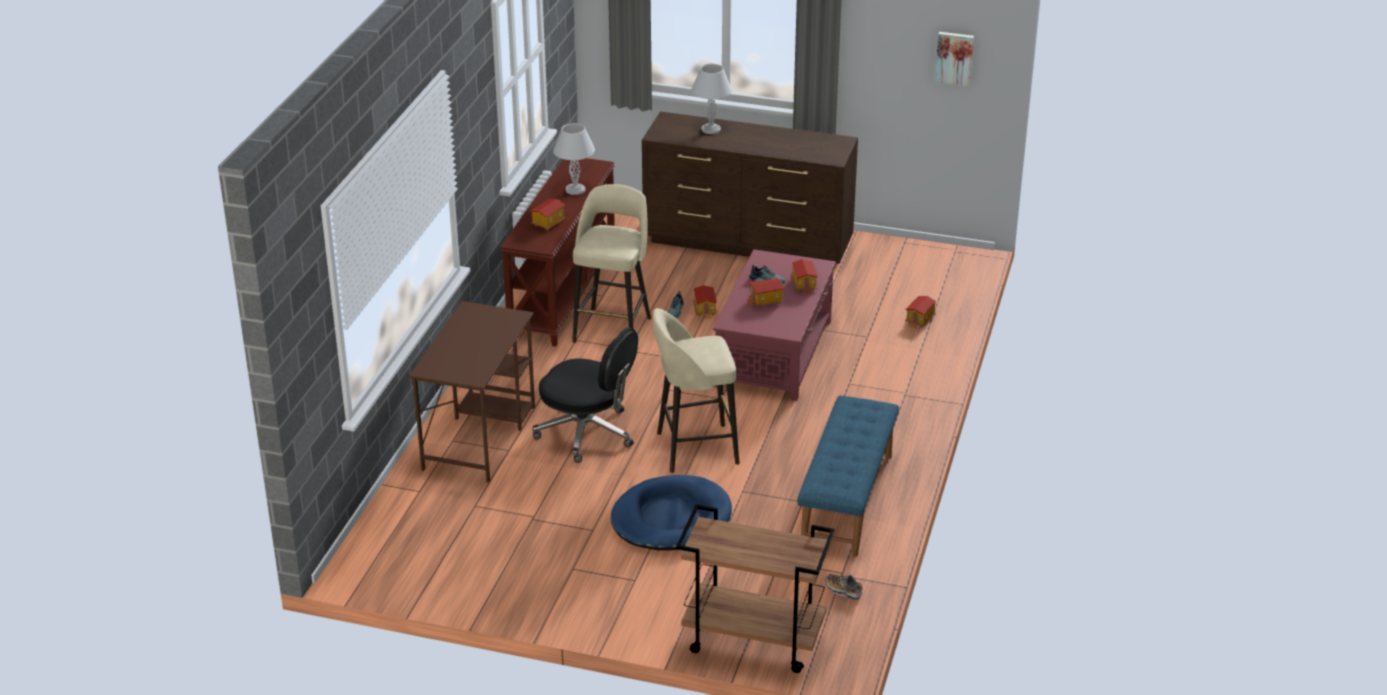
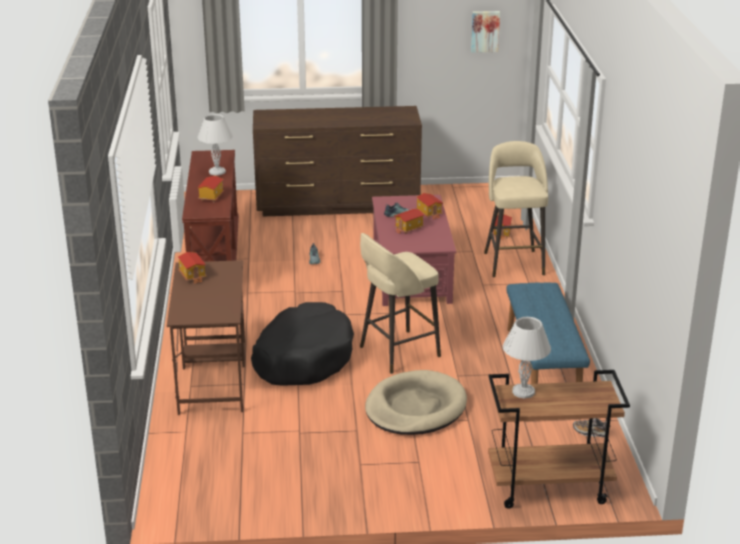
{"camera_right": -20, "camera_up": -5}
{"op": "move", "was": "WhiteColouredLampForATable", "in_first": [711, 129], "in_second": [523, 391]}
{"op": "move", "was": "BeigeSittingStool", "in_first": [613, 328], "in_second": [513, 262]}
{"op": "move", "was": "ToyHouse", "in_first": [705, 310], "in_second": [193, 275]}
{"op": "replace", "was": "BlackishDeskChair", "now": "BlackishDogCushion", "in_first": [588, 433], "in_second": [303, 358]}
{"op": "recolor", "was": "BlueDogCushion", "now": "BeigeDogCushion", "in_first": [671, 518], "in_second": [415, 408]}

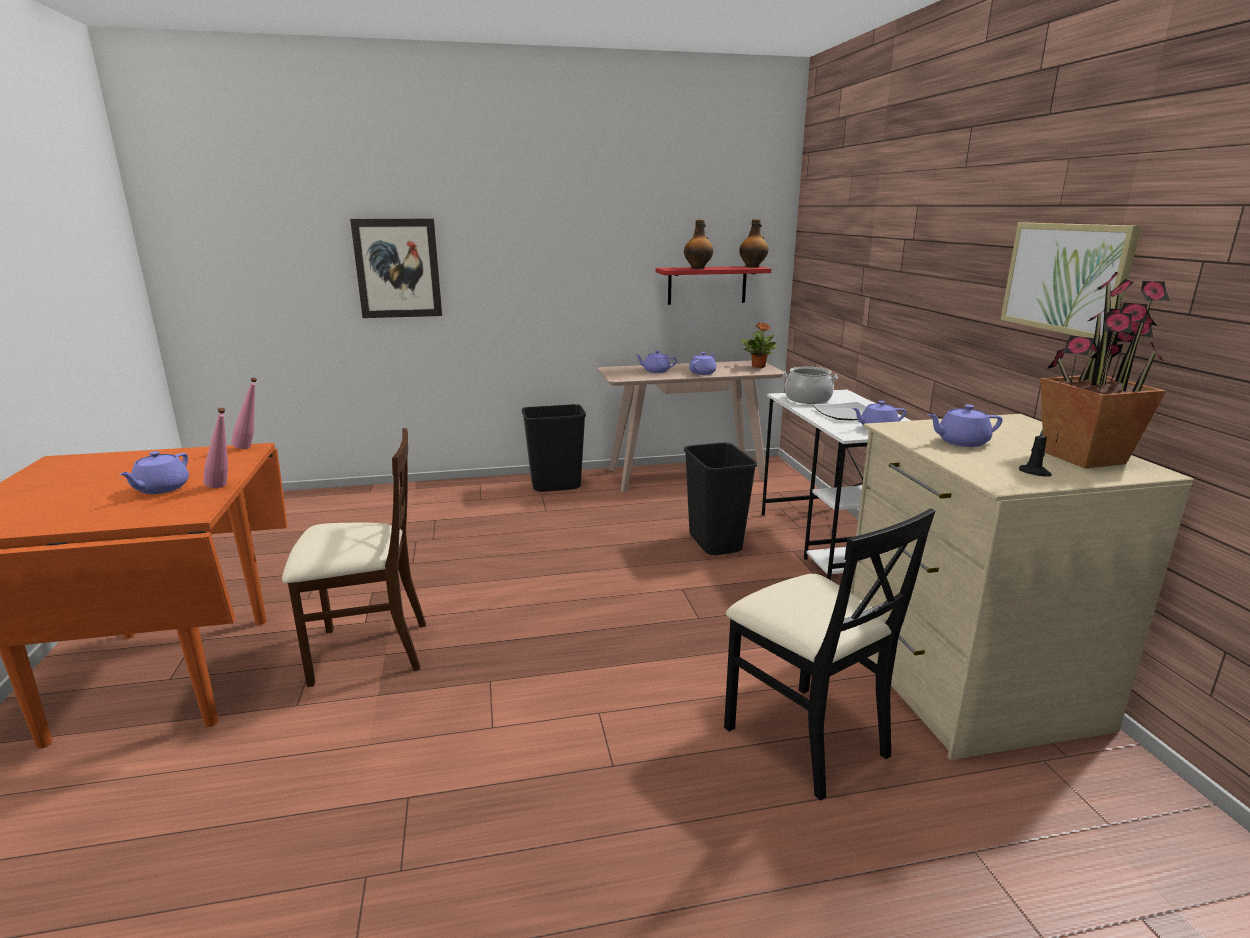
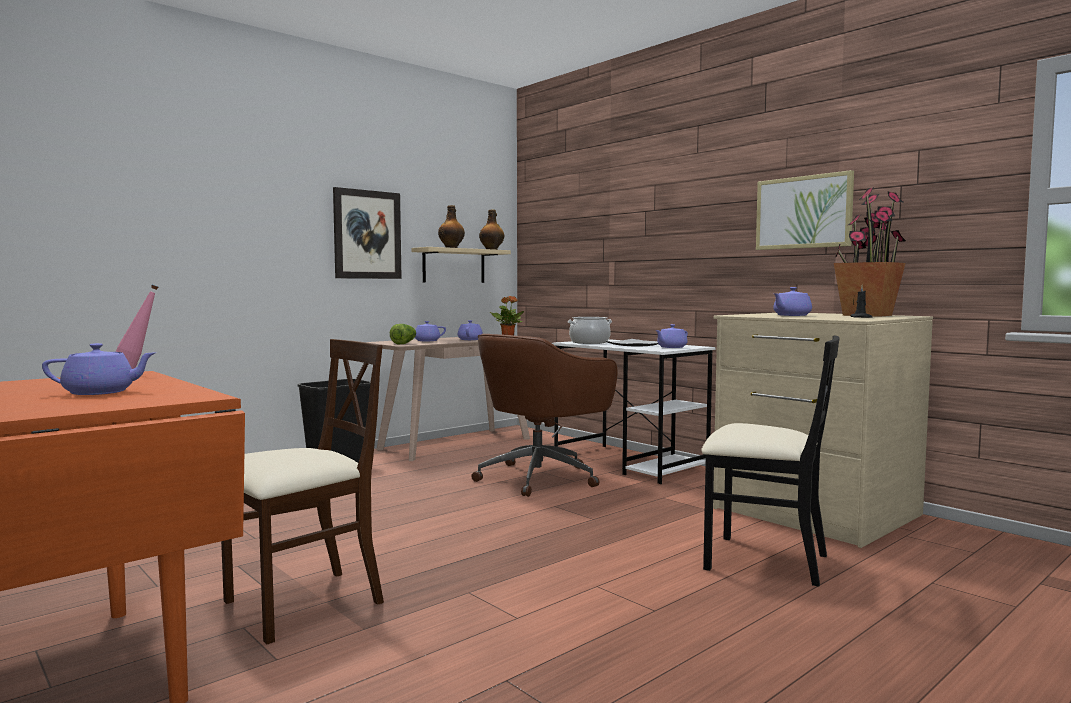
{"camera_right": -30, "camera_up": -15}
{"op": "move", "was": "Picture", "in_first": [398, 268], "in_second": [367, 234]}
{"op": "recolor", "was": "RedBracketShelf", "now": "BeigeBracketShelf", "in_first": [707, 285], "in_second": [454, 266]}
{"op": "delete", "was": "PinkDrinkBottle", "in_first": [224, 487]}
{"op": "replace", "was": "BlackishRubbishBin", "now": "BrownishDeskChair", "in_first": [714, 543], "in_second": [541, 477]}
{"op": "rotate", "was": "PurplishTeaPot", "in_first": [161, 489], "in_second": [101, 392], "clockwise": -90}
{"op": "insert", "now": "Lettuce", "in_second": [404, 343]}

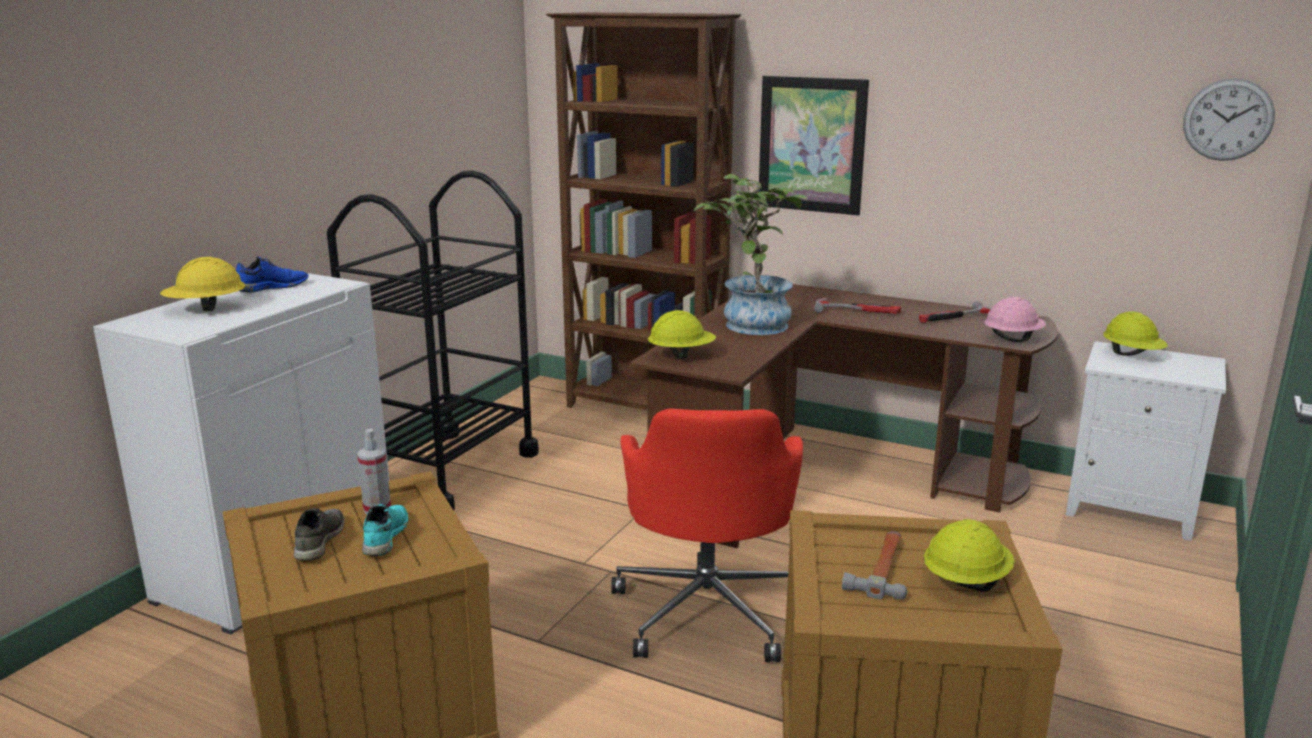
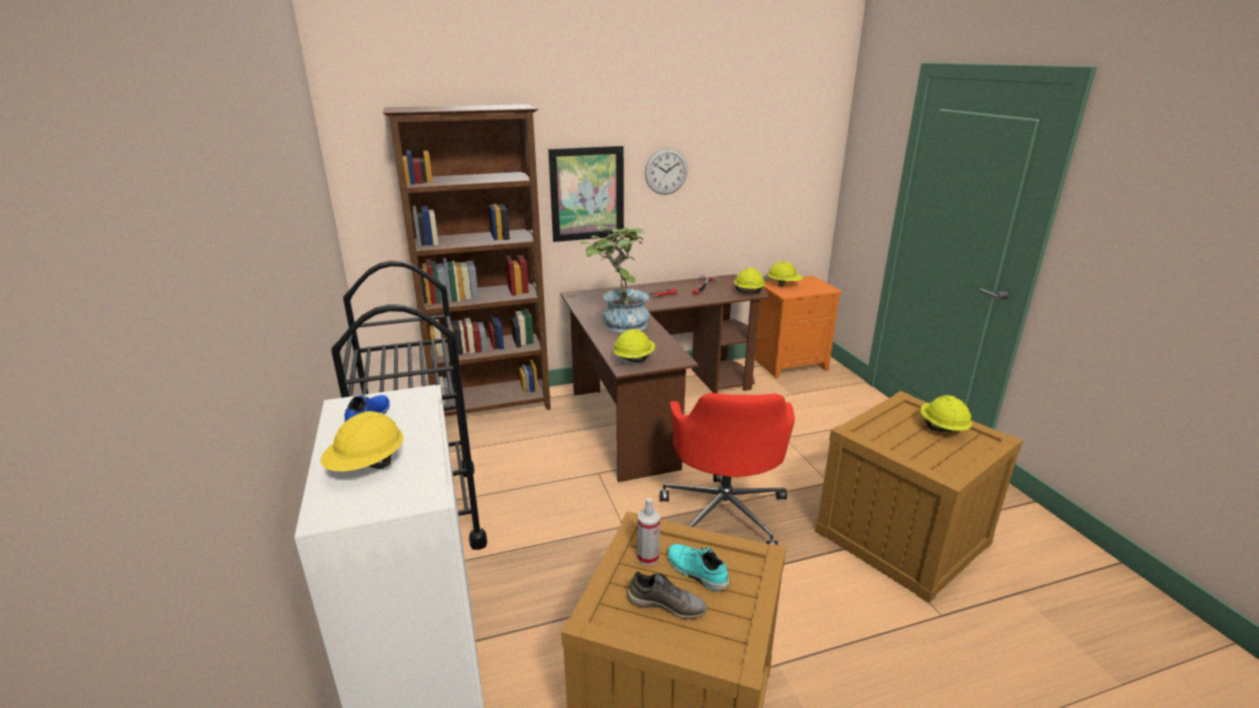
{"camera_right": -45, "camera_up": 5}
{"op": "move", "was": "WallClock", "in_first": [1228, 119], "in_second": [666, 171]}
{"op": "recolor", "was": "PinkHardHat", "now": "YellowColouredHardHat", "in_first": [1012, 339], "in_second": [748, 292]}
{"op": "recolor", "was": "WhiteColouredNightTable", "now": "OrangeyNightTable", "in_first": [1132, 508], "in_second": [790, 364]}
{"op": "rotate", "was": "RedDeskChair", "in_first": [708, 608], "in_second": [724, 512], "clockwise": 45}
{"op": "rotate", "was": "GreyShoe", "in_first": [318, 542], "in_second": [667, 604], "clockwise": 150}
{"op": "delete", "was": "HandHammer", "in_first": [882, 568]}

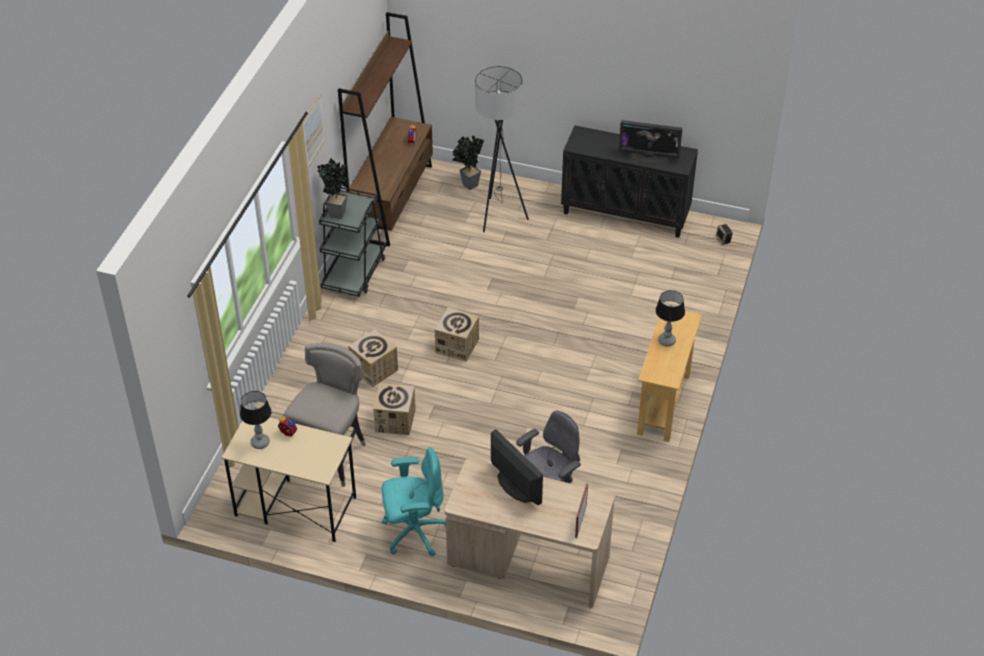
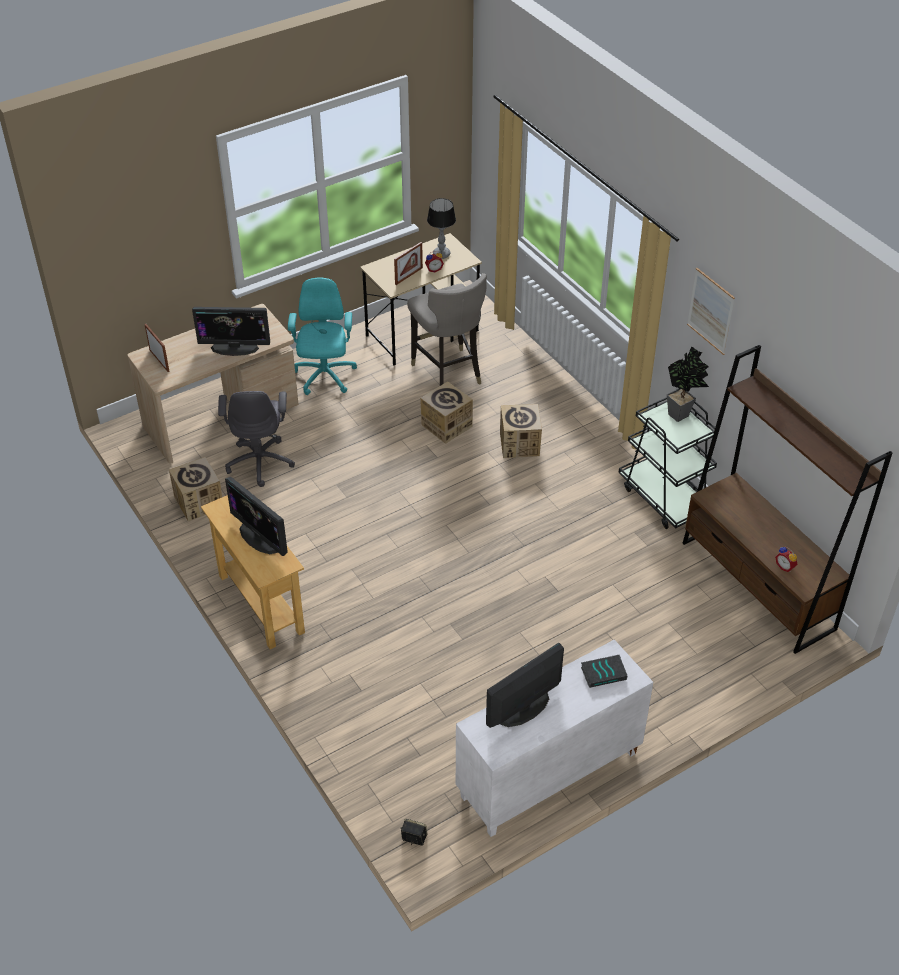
{"camera_right": 130, "camera_up": 0}
{"op": "delete", "was": "GreyStandardLamp", "in_first": [498, 214]}
{"op": "recolor", "was": "BlackishCupboard", "now": "WhiteColouredCupboard", "in_first": [626, 214], "in_second": [548, 776]}
{"op": "delete", "was": "Houseplant", "in_first": [467, 185]}
{"op": "replace", "was": "LampForATable", "now": "ComputerScreen", "in_first": [666, 340], "in_second": [260, 537]}
{"op": "move", "was": "PackingBox", "in_first": [457, 346], "in_second": [199, 502]}
{"op": "rotate", "was": "TurquoiseDeskChair", "in_first": [414, 532], "in_second": [324, 377], "clockwise": 150}
{"op": "insert", "now": "StandingFrame", "in_second": [408, 276]}
{"op": "insert", "now": "Book", "in_second": [603, 672]}

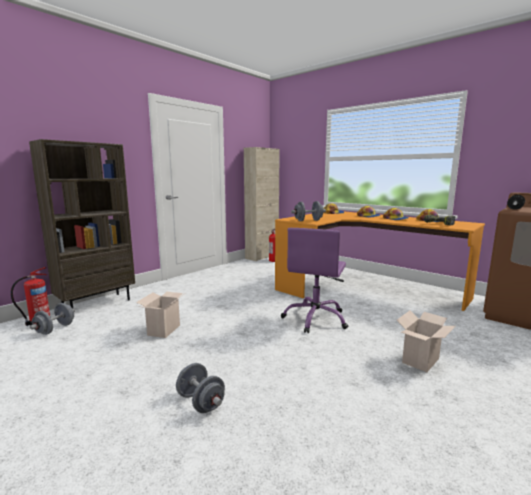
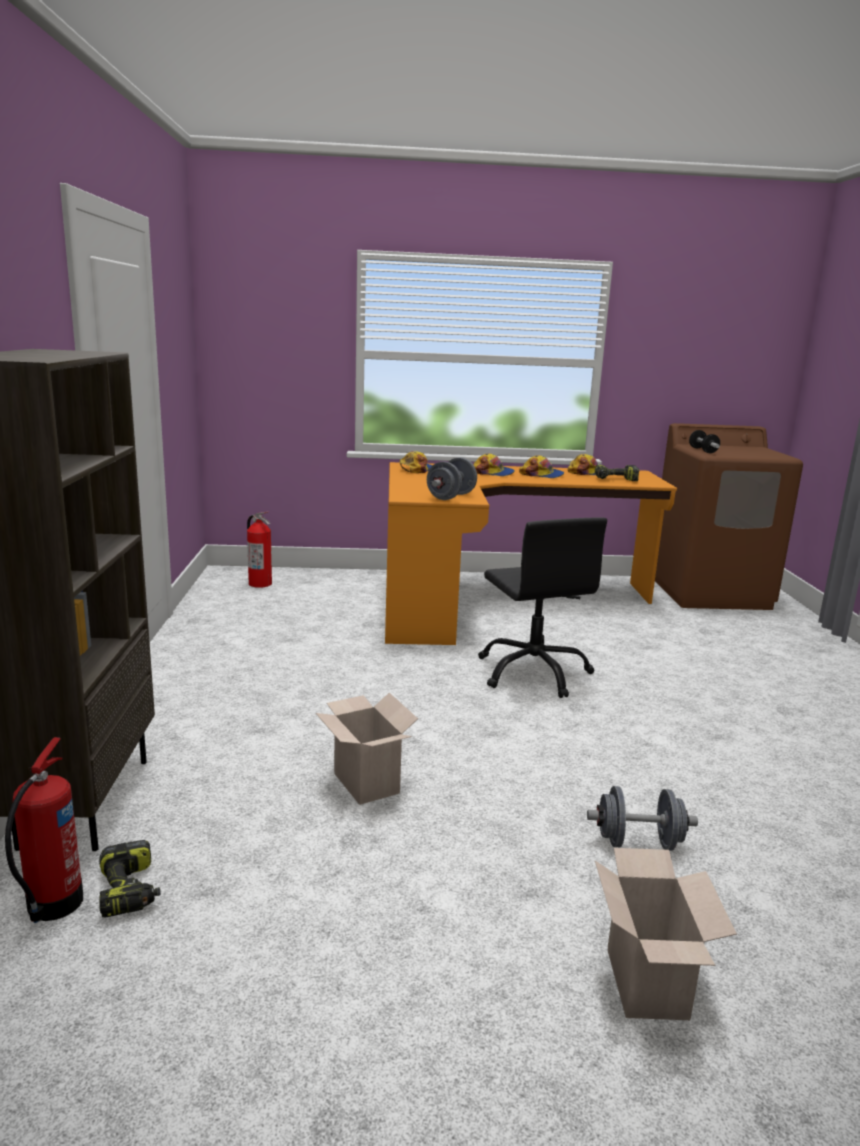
{"camera_right": -45, "camera_up": 5}
{"op": "delete", "was": "BeigeCupboard", "in_first": [262, 256]}
{"op": "recolor", "was": "PurplishDeskChair", "now": "BlackishDeskChair", "in_first": [315, 318], "in_second": [534, 672]}
{"op": "replace", "was": "GreyHandWeight", "now": "ElectricDrill", "in_first": [55, 329], "in_second": [130, 891]}
{"op": "move", "was": "PackingBox", "in_first": [421, 361], "in_second": [650, 986]}

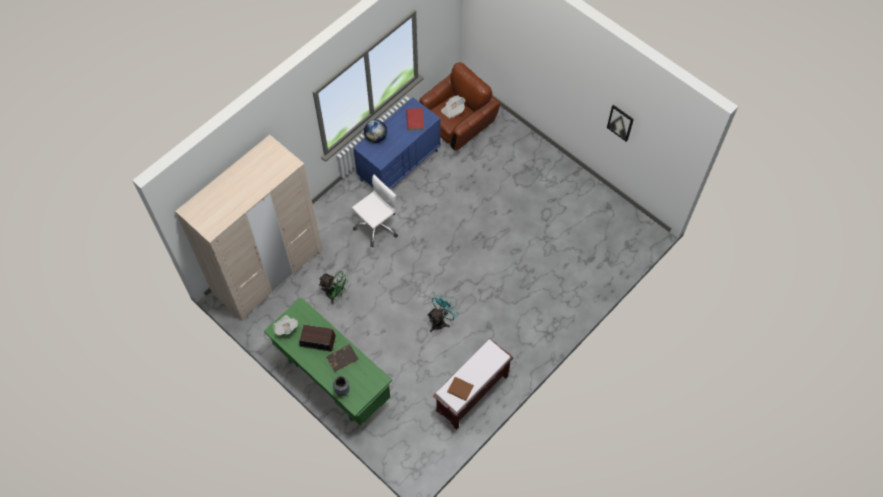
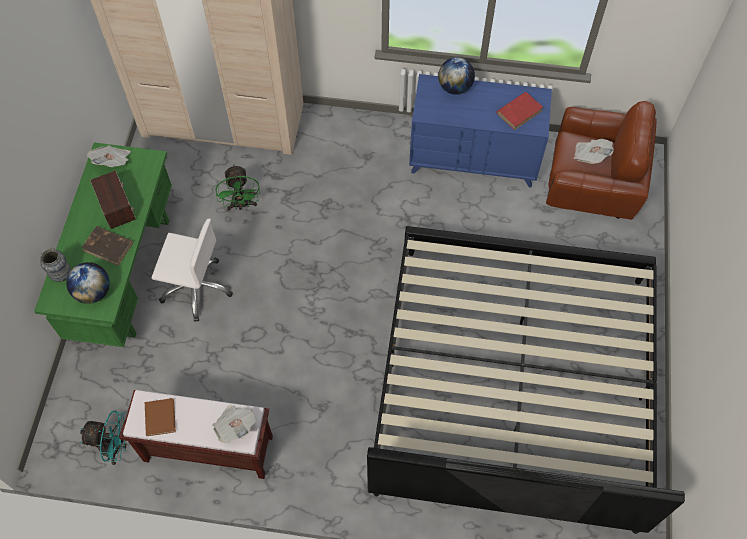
{"camera_right": 55, "camera_up": 0}
{"op": "delete", "was": "Picture", "in_first": [620, 122]}
{"op": "move", "was": "WhiteColouredDeskChair", "in_first": [376, 226], "in_second": [196, 288]}
{"op": "move", "was": "TurquoiseFan", "in_first": [441, 321], "in_second": [116, 448]}
{"op": "insert", "now": "BedroomBed", "in_second": [514, 382]}
{"op": "insert", "now": "DeskGlobe", "in_second": [93, 292]}
{"op": "insert", "now": "DailyPaper", "in_second": [235, 426]}

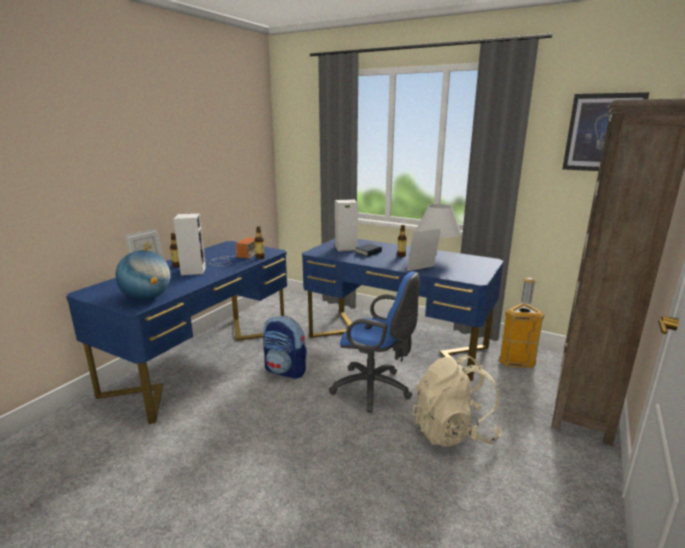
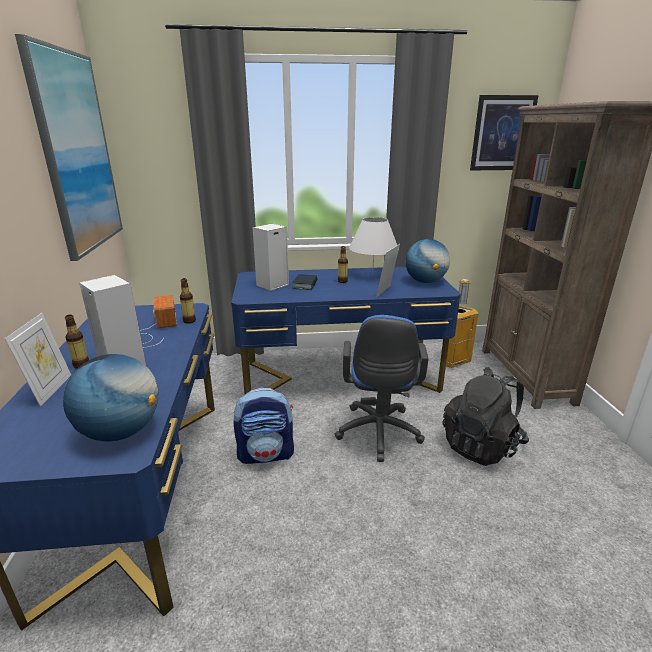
{"camera_right": -35, "camera_up": 5}
{"op": "rotate", "was": "BlueDeskChair", "in_first": [375, 389], "in_second": [378, 435], "clockwise": 105}
{"op": "recolor", "was": "BeigeKnapsack", "now": "BlackishKnapsack", "in_first": [453, 431], "in_second": [482, 445]}
{"op": "insert", "now": "Picture", "in_second": [77, 153]}
{"op": "insert", "now": "DeskGlobe", "in_second": [425, 281]}

